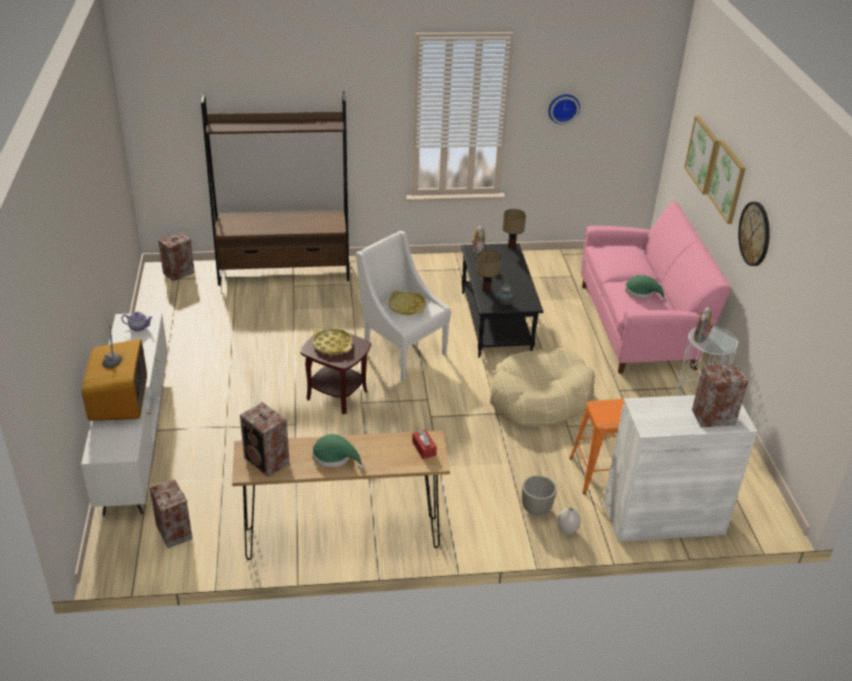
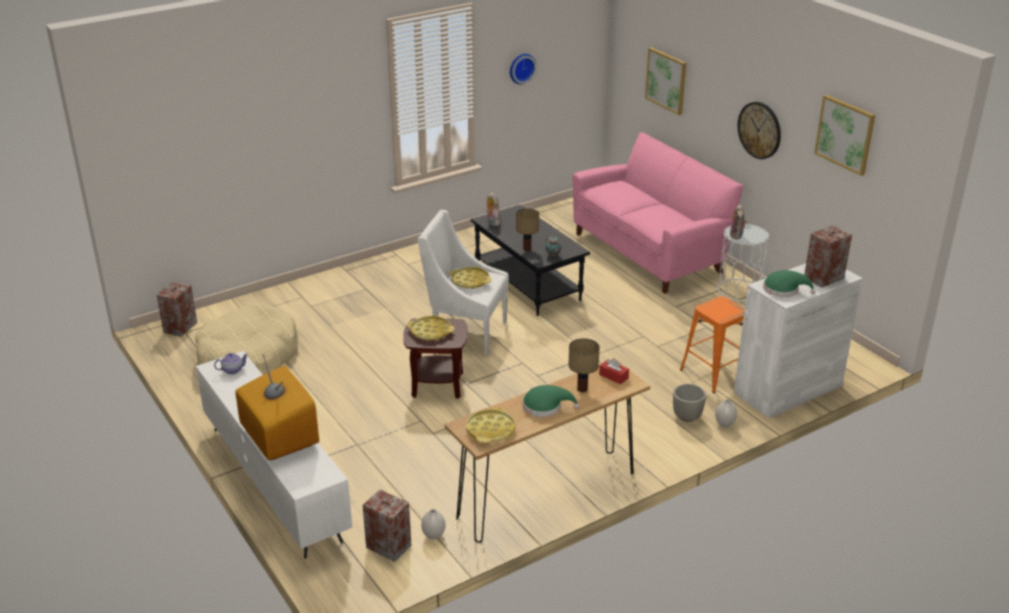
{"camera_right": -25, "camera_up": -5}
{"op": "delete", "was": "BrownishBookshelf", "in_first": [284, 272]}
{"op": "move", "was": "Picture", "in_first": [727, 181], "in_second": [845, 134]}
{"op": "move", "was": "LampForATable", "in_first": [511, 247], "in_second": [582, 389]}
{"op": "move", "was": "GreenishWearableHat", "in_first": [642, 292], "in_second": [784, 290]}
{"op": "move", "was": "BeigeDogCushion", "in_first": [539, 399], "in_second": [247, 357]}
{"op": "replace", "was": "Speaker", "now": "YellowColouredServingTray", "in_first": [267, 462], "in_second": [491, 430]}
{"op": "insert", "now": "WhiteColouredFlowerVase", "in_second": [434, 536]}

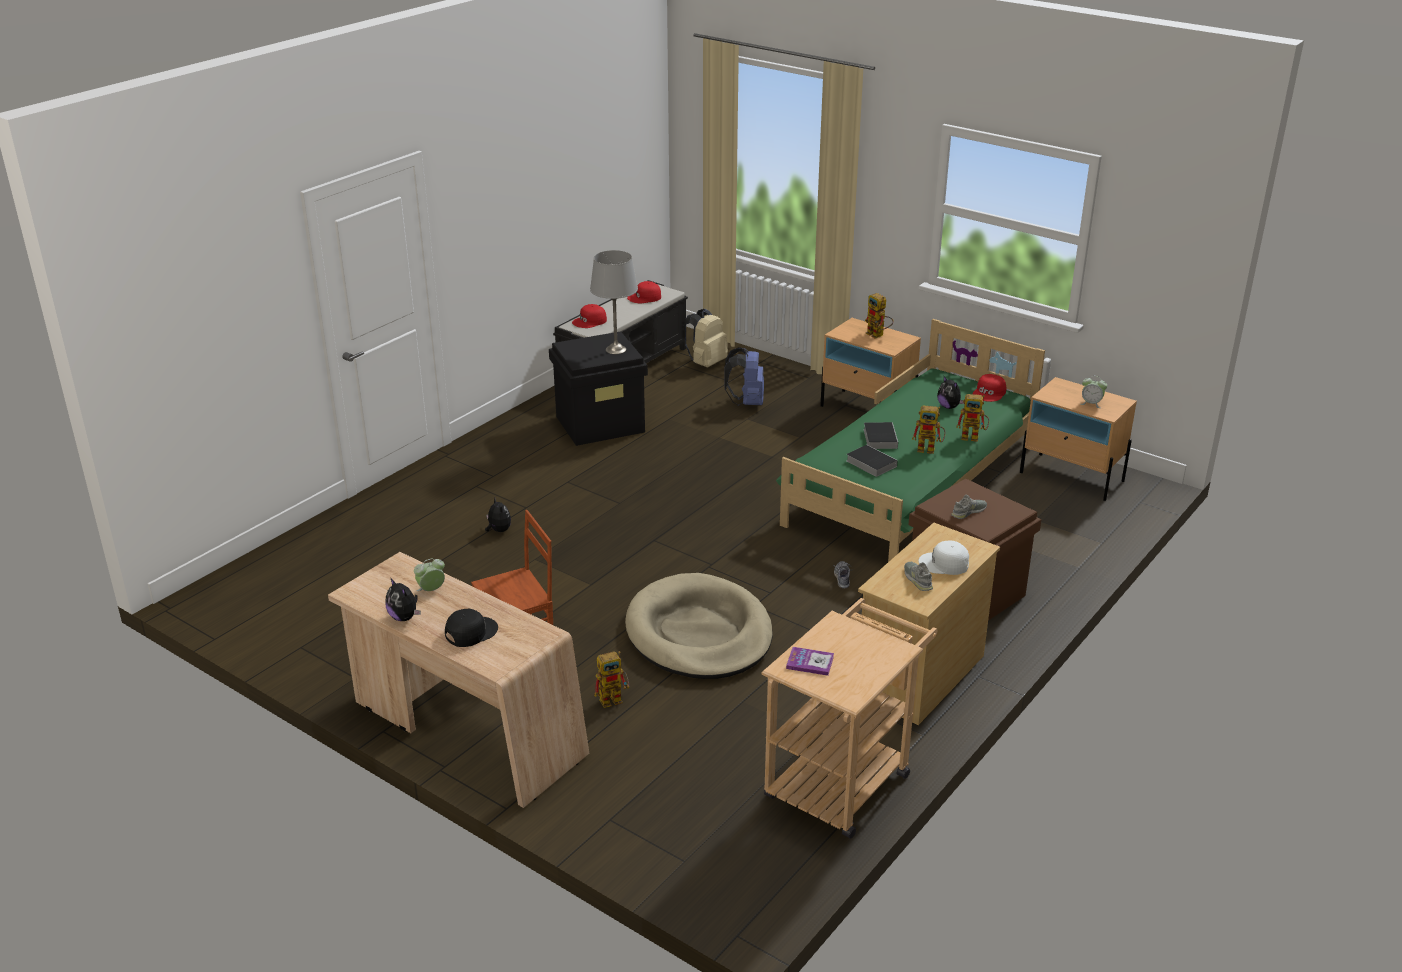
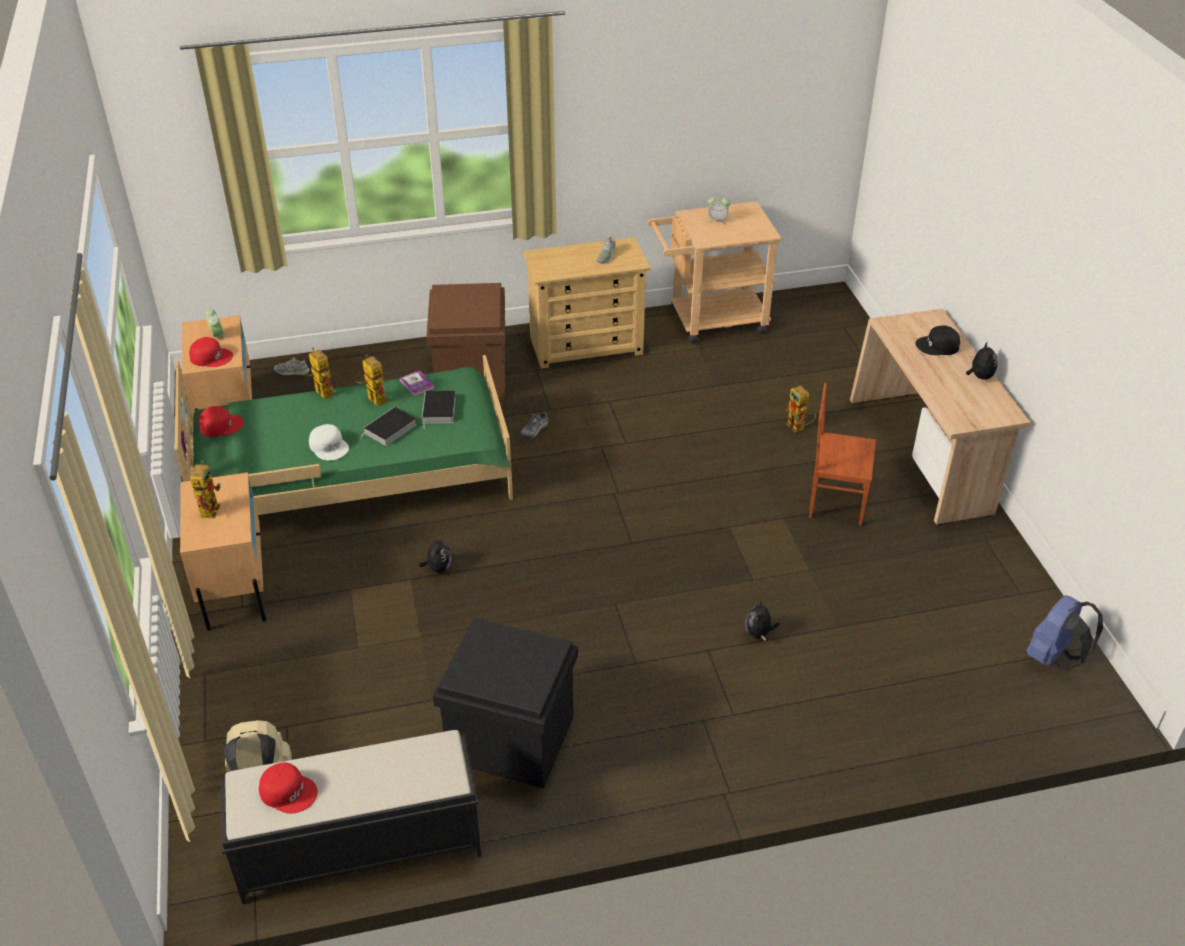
{"camera_right": -140, "camera_up": 10}
{"op": "delete", "was": "GreyLampForATable", "in_first": [616, 349]}
{"op": "move", "was": "RedBaseballCap", "in_first": [590, 321], "in_second": [211, 357]}
{"op": "move", "was": "BlueKnapsack", "in_first": [747, 402], "in_second": [1054, 657]}
{"op": "move", "was": "SoftToy", "in_first": [949, 407], "in_second": [438, 568]}
{"op": "move", "was": "GreyShoe", "in_first": [968, 512], "in_second": [292, 371]}
{"op": "move", "was": "WhiteColouredBaseballCap", "in_first": [944, 564], "in_second": [329, 446]}
{"op": "move", "was": "AlarmClock", "in_first": [431, 590], "in_second": [717, 220]}
{"op": "delete", "was": "BeigeDogCushion", "in_first": [699, 633]}
{"op": "move", "was": "Book", "in_first": [810, 662], "in_second": [417, 384]}
{"op": "rotate", "was": "ModelRobot", "in_first": [614, 698], "in_second": [799, 428], "clockwise": -135}

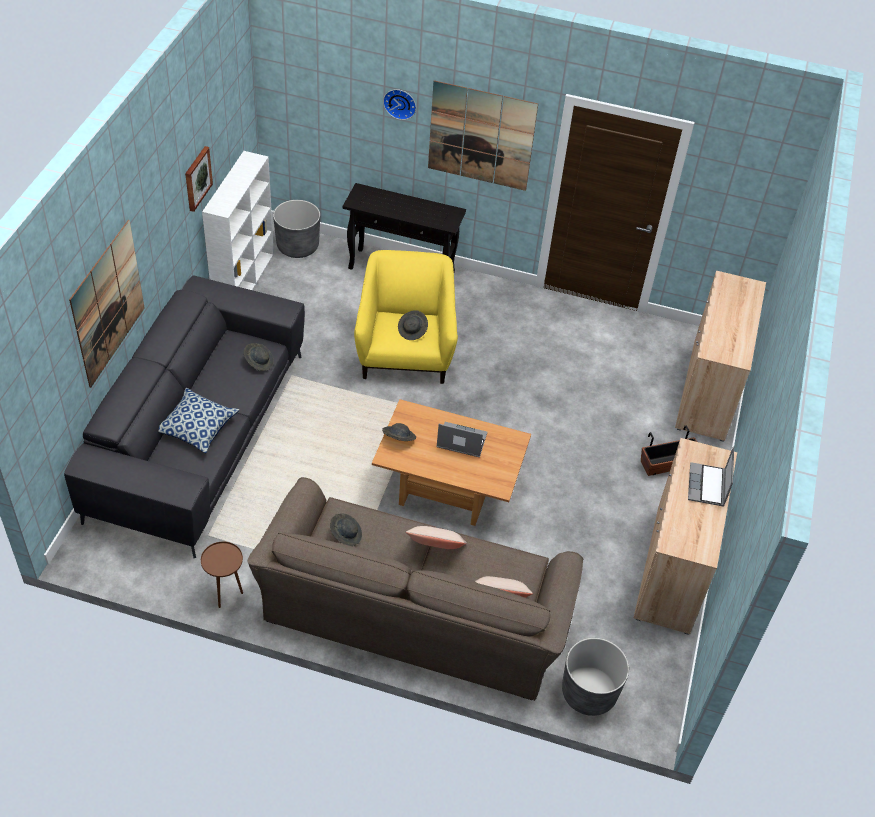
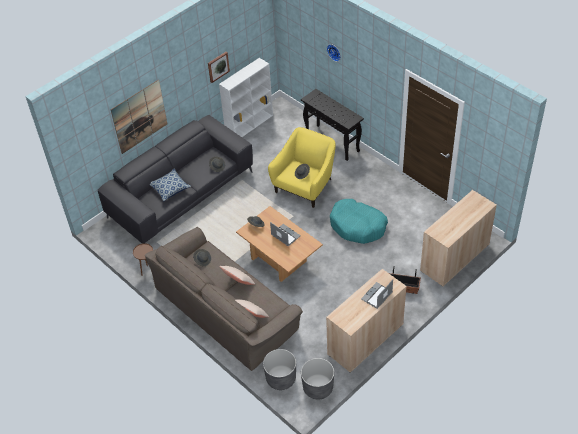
{"camera_right": 35, "camera_up": 0}
{"op": "delete", "was": "Picture", "in_first": [481, 136]}
{"op": "move", "was": "GreyFlowerPot", "in_first": [297, 246], "in_second": [318, 388]}
{"op": "insert", "now": "TurquoiseDogCushion", "in_second": [358, 226]}

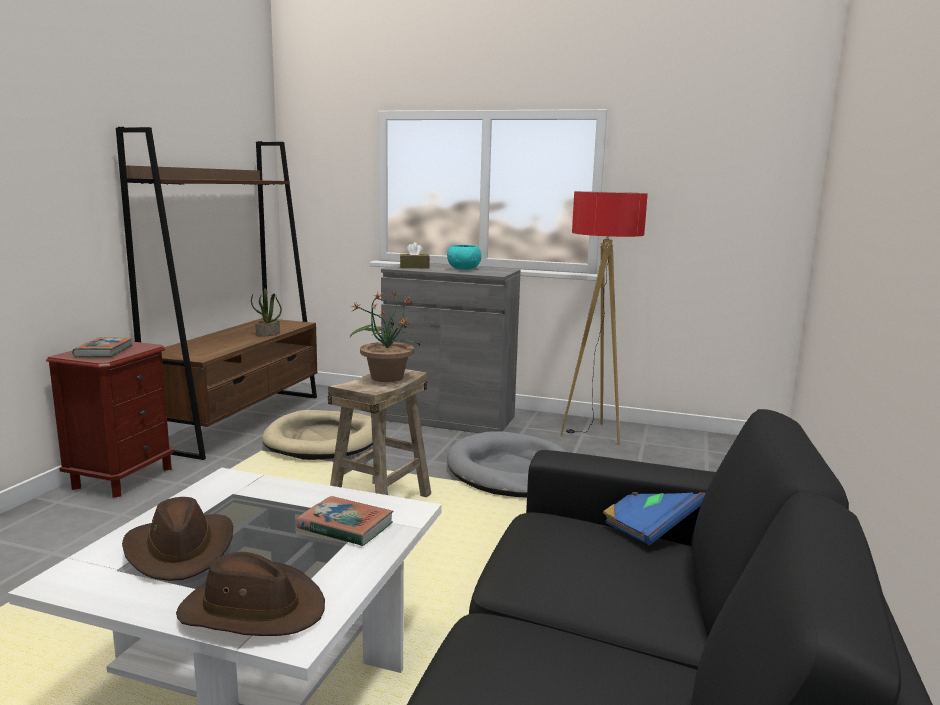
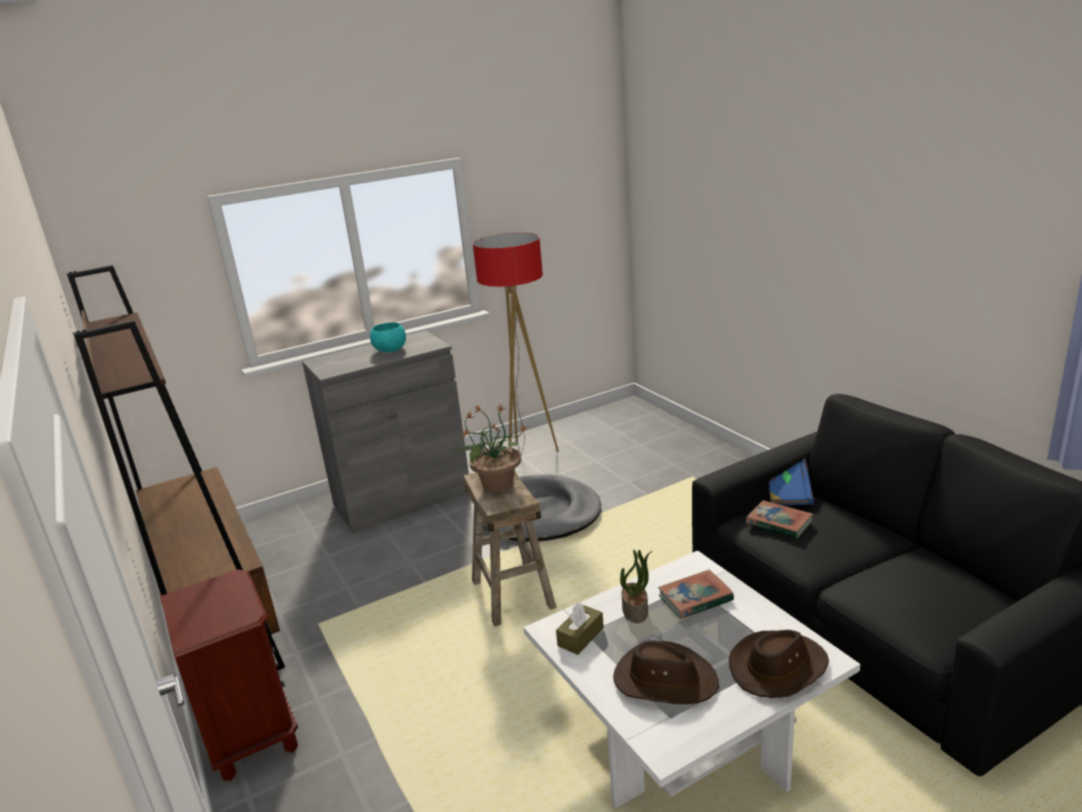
{"camera_right": -45, "camera_up": 10}
{"op": "move", "was": "BrownishBoxOfTissues", "in_first": [414, 267], "in_second": [580, 637]}
{"op": "move", "was": "Houseplant", "in_first": [268, 334], "in_second": [636, 610]}
{"op": "move", "was": "Book", "in_first": [104, 351], "in_second": [779, 523]}
{"op": "delete", "was": "BeigeDogCushion", "in_first": [324, 440]}

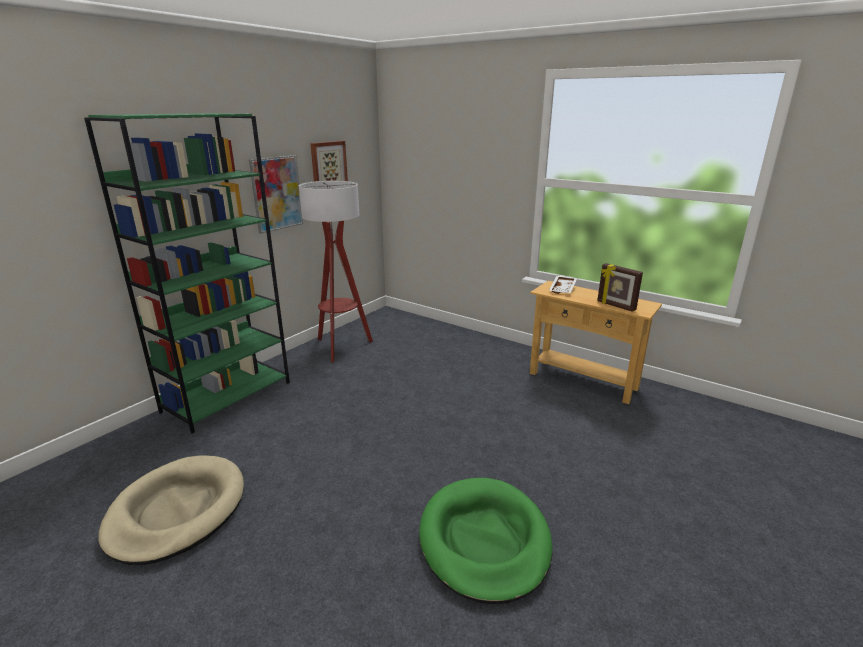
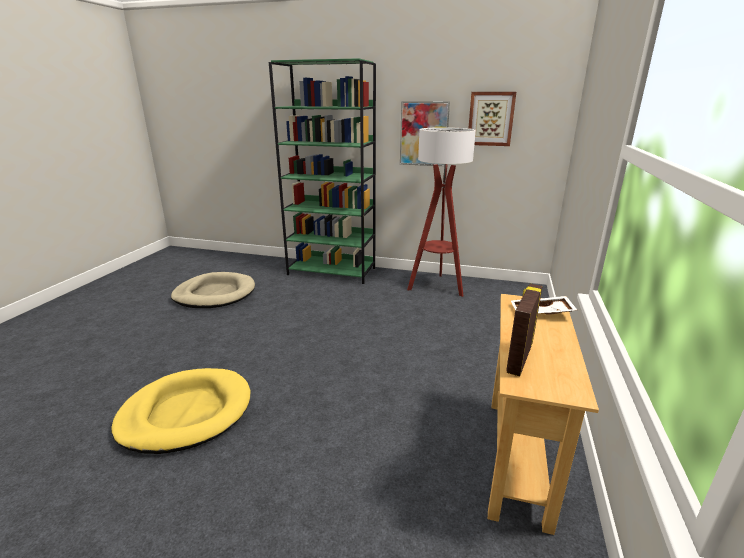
{"camera_right": 70, "camera_up": 0}
{"op": "recolor", "was": "GreenishDogCushion", "now": "YellowColouredDogCushion", "in_first": [484, 541], "in_second": [186, 413]}

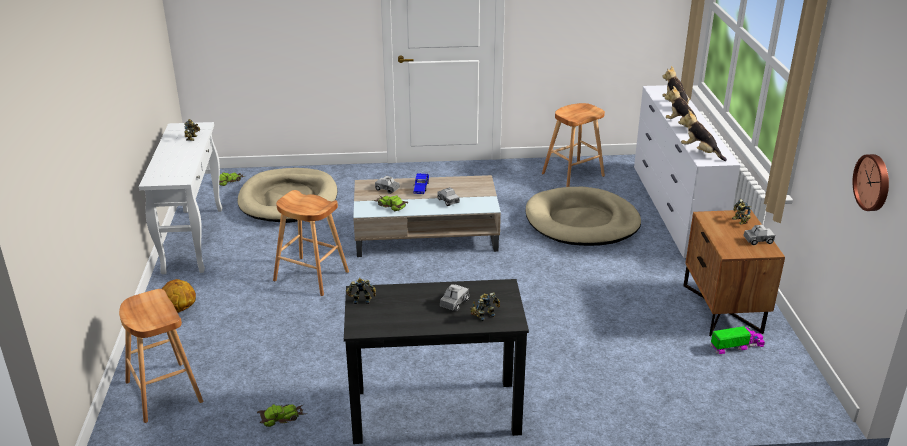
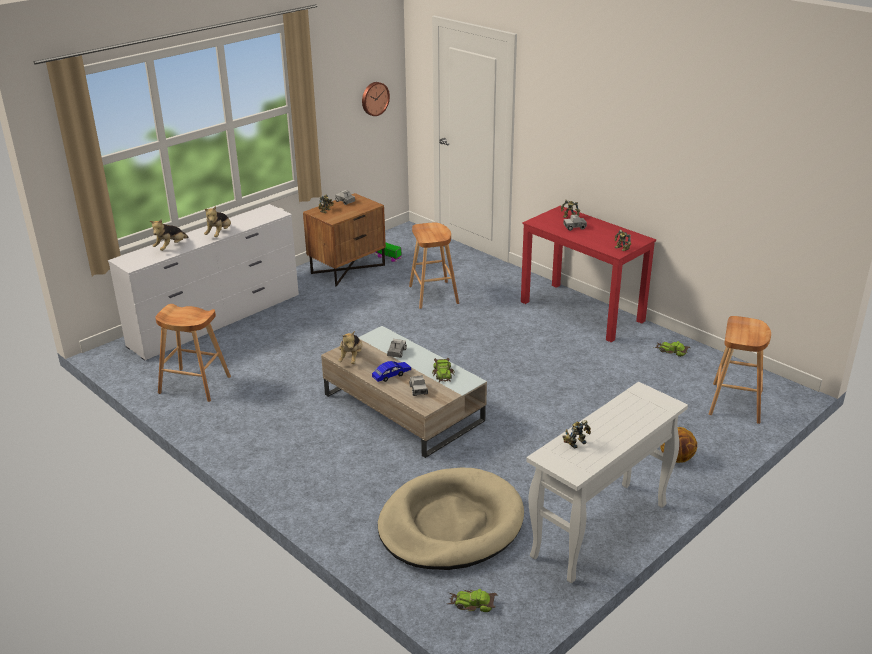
{"camera_right": -130, "camera_up": 0}
{"op": "move", "was": "SoftToy", "in_first": [700, 152], "in_second": [351, 358]}
{"op": "delete", "was": "BeigeDogCushion", "in_first": [582, 222]}
{"op": "move", "was": "BrownishSittingStool", "in_first": [311, 276], "in_second": [433, 294]}
{"op": "recolor", "was": "BlackishDeskTable", "now": "RedDeskTable", "in_first": [434, 411], "in_second": [582, 311]}

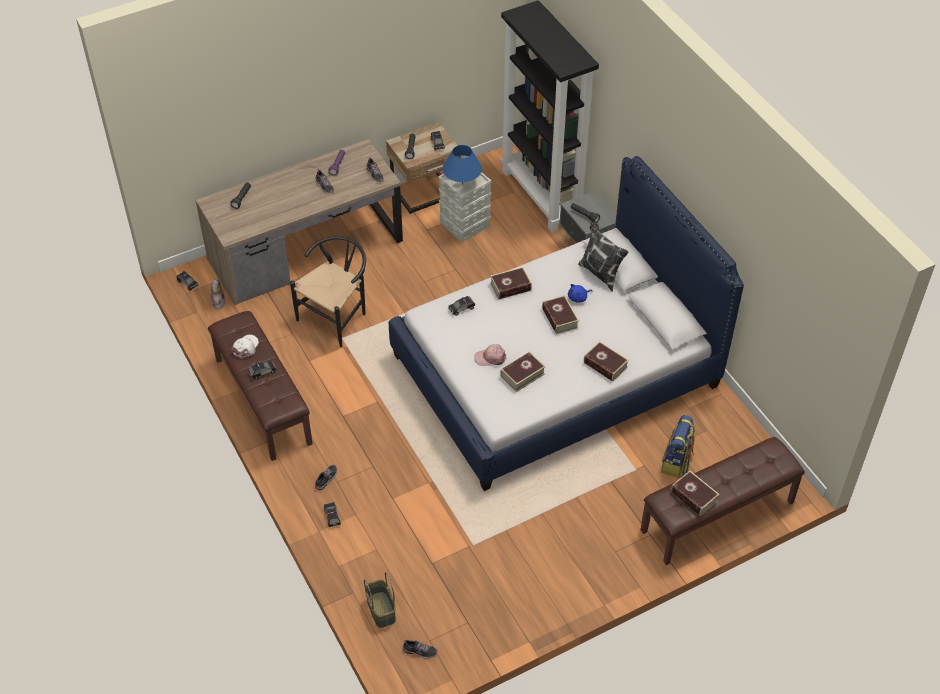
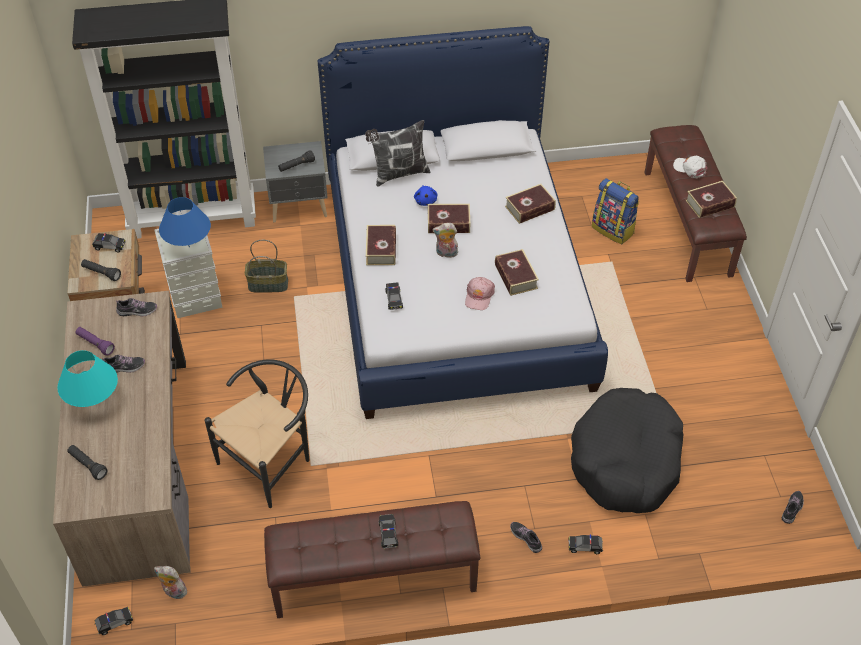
{"camera_right": -70, "camera_up": 0}
{"op": "rotate", "was": "BlackishPlainChair", "in_first": [337, 316], "in_second": [271, 461], "clockwise": 75}
{"op": "move", "was": "WhiteColouredBaseballCap", "in_first": [245, 347], "in_second": [690, 168]}
{"op": "move", "was": "StorageBasket", "in_first": [382, 610], "in_second": [268, 284]}
{"op": "insert", "now": "SoftToy", "in_second": [446, 254]}
{"op": "insert", "now": "TurquoiseLampForATable", "in_second": [94, 402]}
{"op": "insert", "now": "BlackishDogCushion", "in_second": [626, 461]}

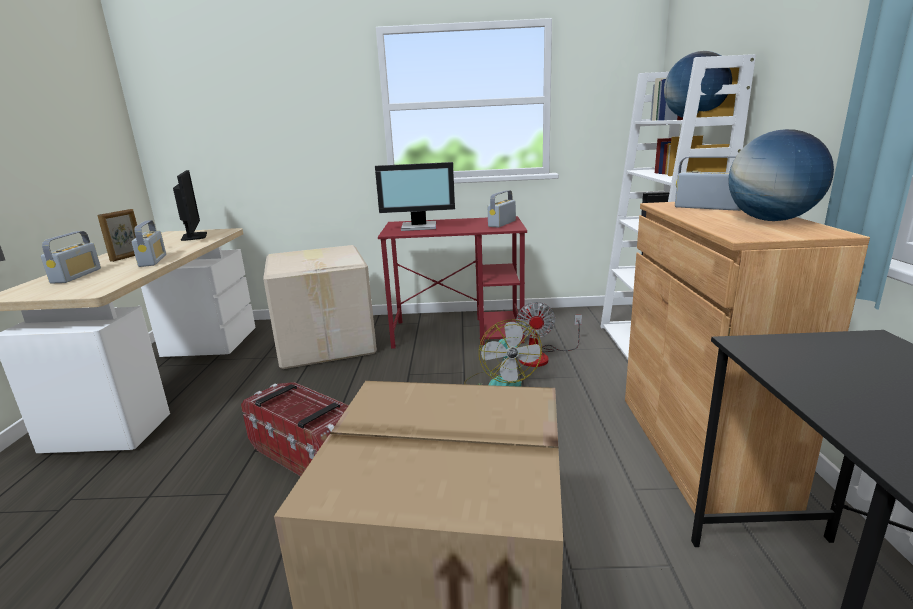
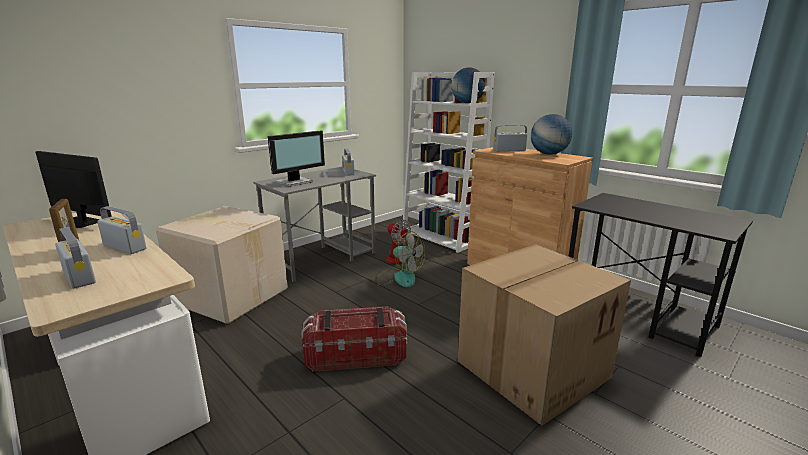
{"camera_right": -45, "camera_up": 0}
{"op": "recolor", "was": "RedDeskTable", "now": "GreyDeskTable", "in_first": [458, 332], "in_second": [323, 258]}

